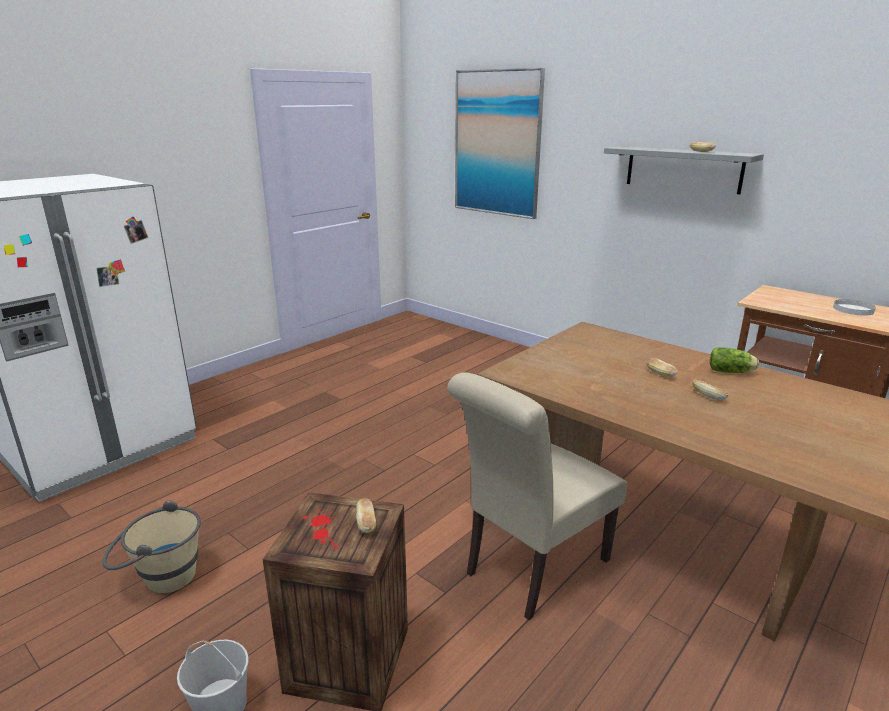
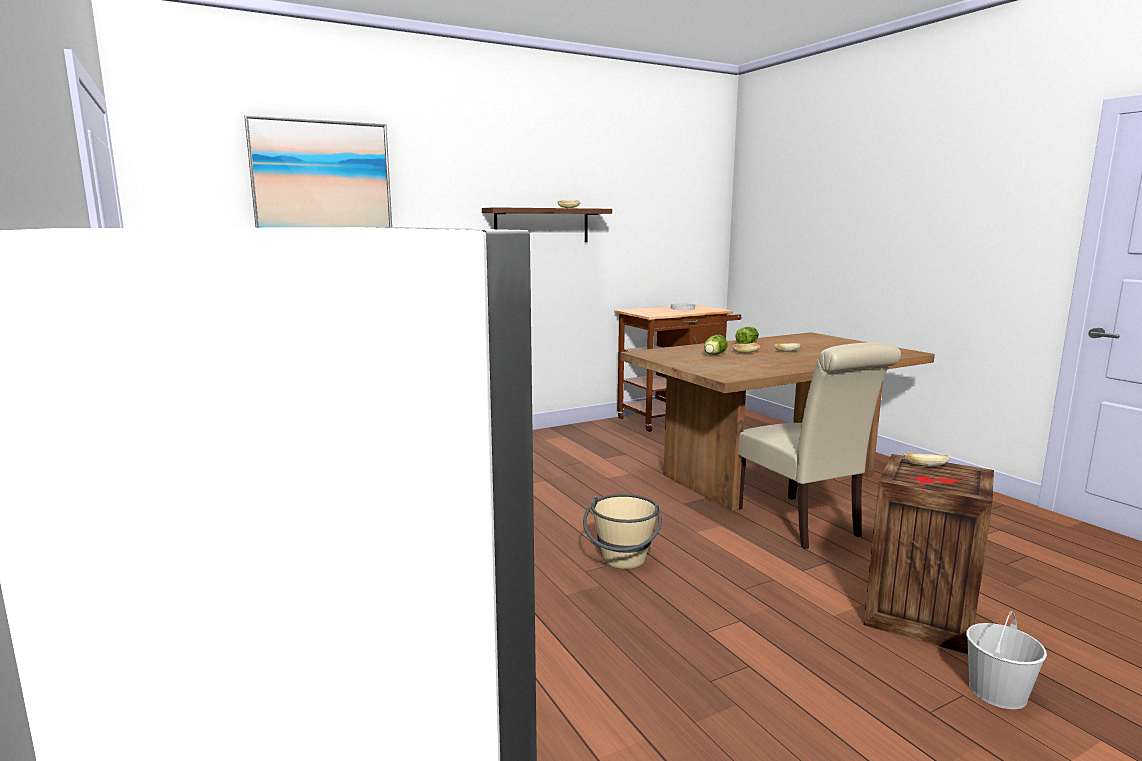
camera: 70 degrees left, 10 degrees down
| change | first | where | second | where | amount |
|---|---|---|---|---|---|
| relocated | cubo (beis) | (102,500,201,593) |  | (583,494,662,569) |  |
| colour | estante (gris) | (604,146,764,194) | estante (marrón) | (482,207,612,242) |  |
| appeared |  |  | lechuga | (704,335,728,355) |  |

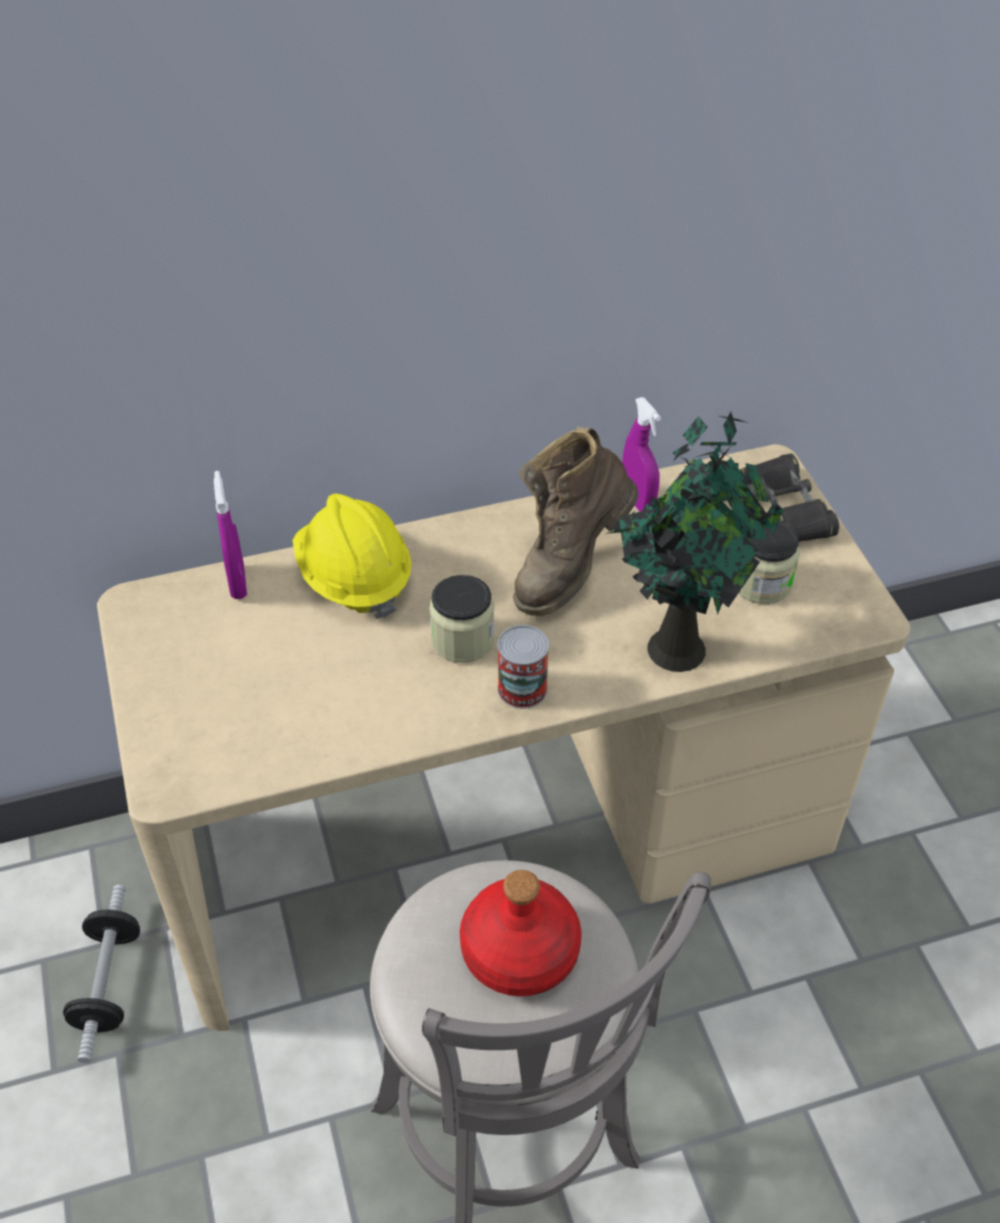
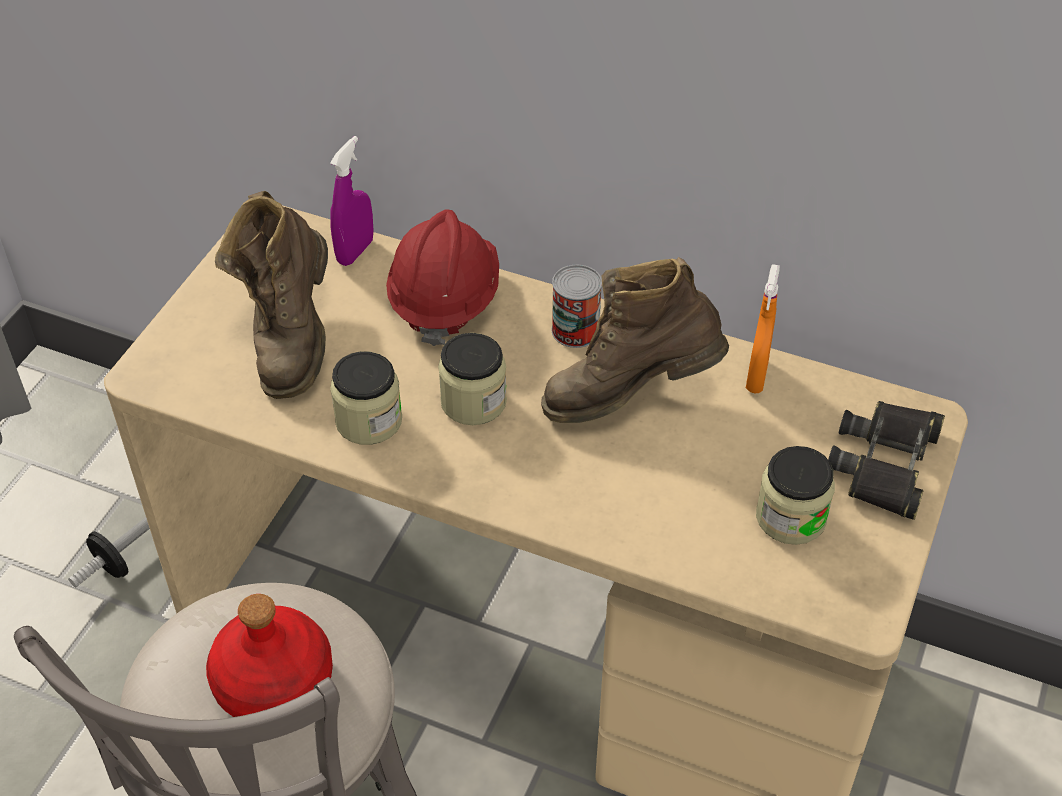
camera: 40 degrees right, 0 degrees up
| change | first | where | second | where | amount |
|---|---|---|---|---|---|
| colour | casco (amarillo) | (293,493,411,619) | casco (rojo) | (386,209,499,346) |  |
| relocated | lata | (498,625,549,709) |  | (552,265,602,348) |  |
| missing | planta en maceta | (605,412,784,672) |  |  |  |
| colour | pulverizador (morado) | (622,397,661,512) | pulverizador (naranja) | (746,264,780,393) |  |
| appeared |  |  | bota (marrón) | (215,191,328,399) |  |
| appeared |  |  | tarro | (330,351,402,445) |  |

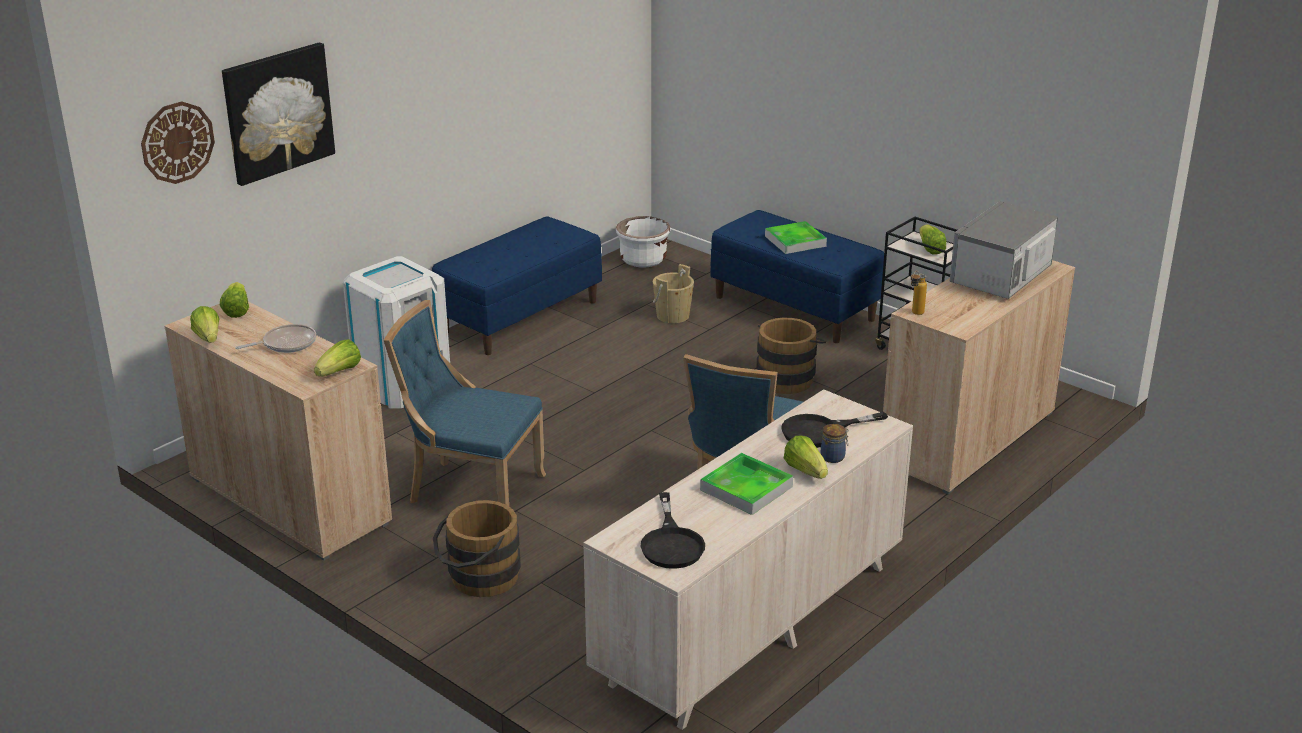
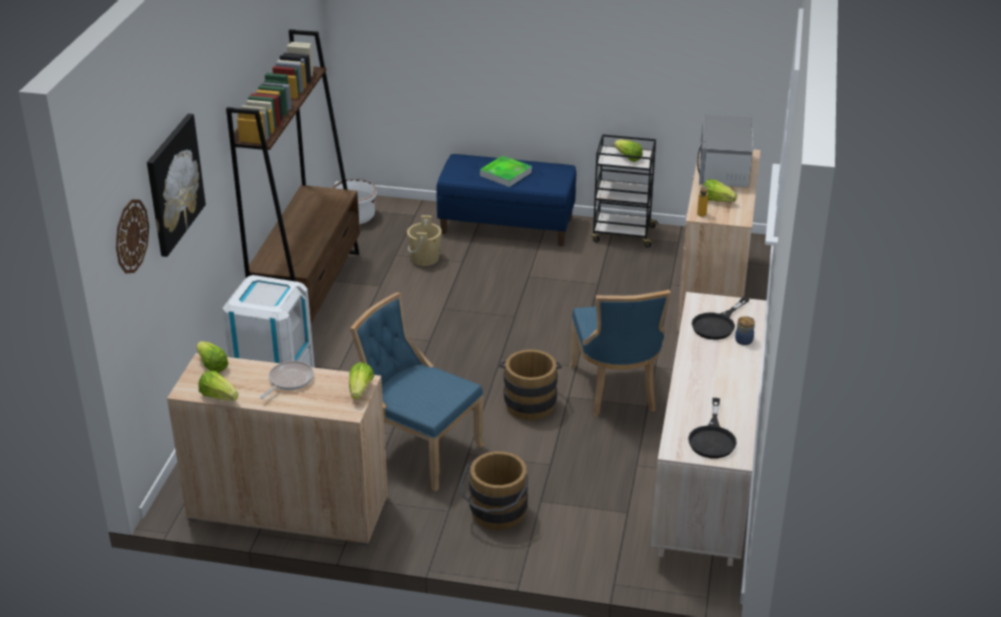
camera: 30 degrees left, 5 degrees up
| change | first | where | second | where | amount |
|---|---|---|---|---|---|
| spun | silla (azul) | (384,300,546,506) |  | (350,292,484,491) | 45 degrees clockwise |
| exchanged | banco (azul) | (432,216,602,355) | estantería (marrón) | (226,29,360,323) |  |
| spun | sartén (negro) | (640,492,705,569) |  | (688,398,737,458) | 45 degrees clockwise |
| missing | bandeja | (700,453,793,515) |  |  |  |
| relocated | cubo (marrón) | (756,318,826,394) |  | (499,349,562,420) |  |
| relocated | lechuga | (784,436,828,479) |  | (703,179,737,202) |  |

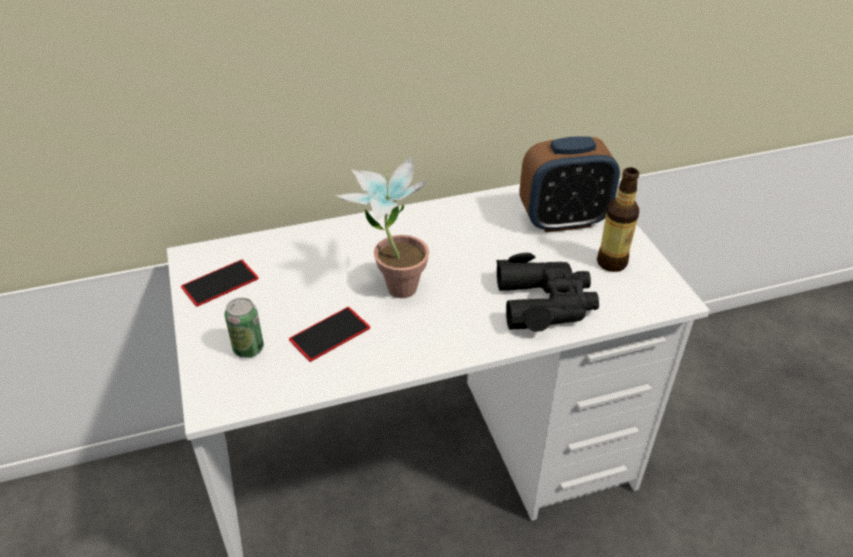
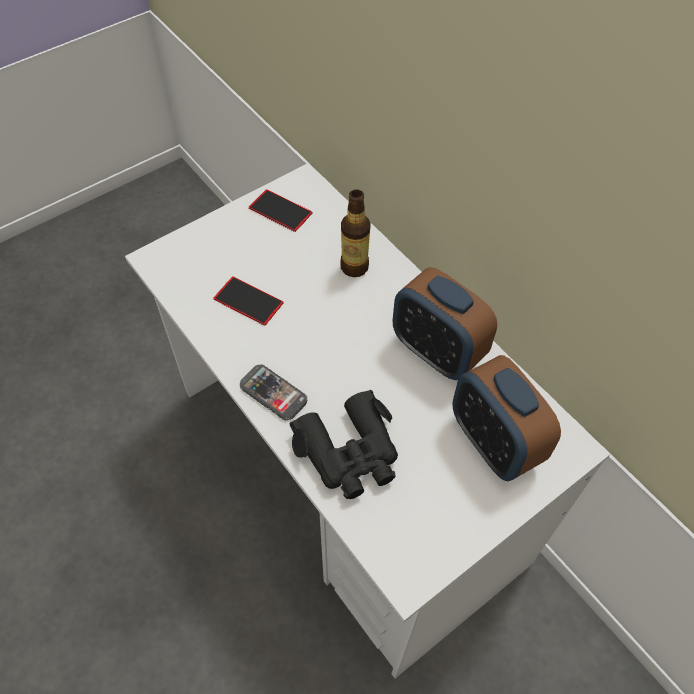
camera: 70 degrees right, 15 degrees up
| change | first | where | second | where | amount |
|---|---|---|---|---|---|
| missing | lata | (225,298,264,358) |  |  |  |
| missing | planta en maceta | (335,155,430,298) |  |  |  |
| relocated | botella | (597,167,639,272) |  | (340,189,371,277) |  |
| appeared |  |  | móvil | (240,364,307,420) |  |
| appeared |  |  | despertador | (393,267,497,380) |  |

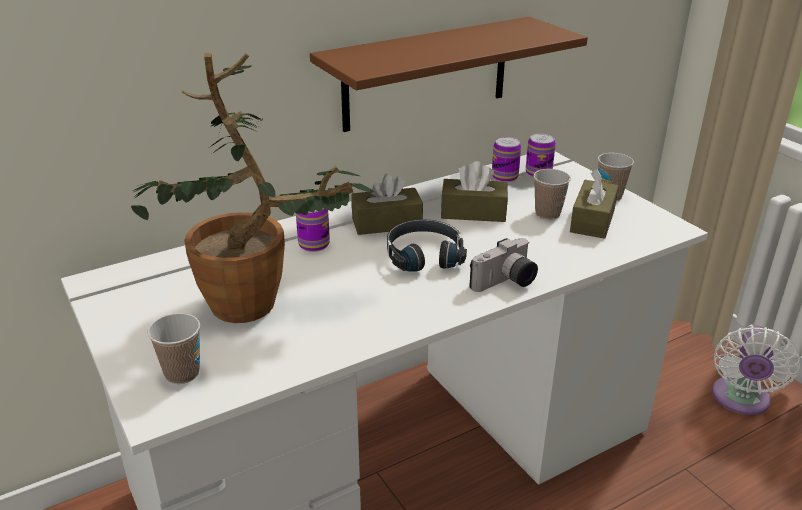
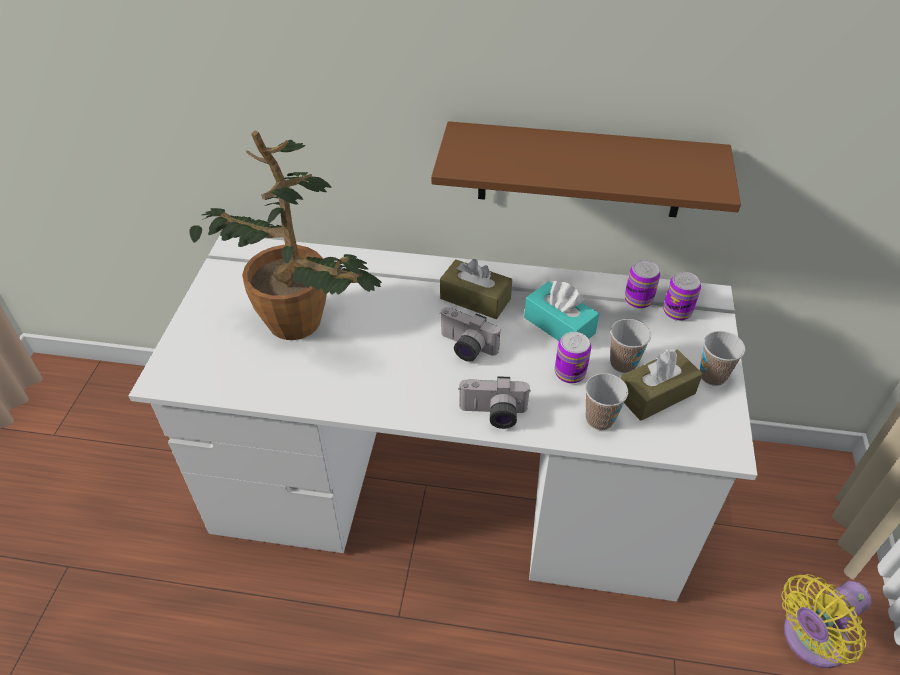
camera: 40 degrees right, 15 degrees up
| change | first | where | second | where | amount |
|---|---|---|---|---|---|
| relocated | taza | (148,313,200,384) |  | (585,373,628,430) |  |
| relocated | lata | (296,209,330,252) |  | (555,332,591,384) |  |
| exchanged | auriculares (negro) | (387,219,467,272) | cámara | (440,307,500,362) |  |
| colour | caja de pañuelos (marrón) | (441,161,508,222) | caja de pañuelos (turquesa) | (524,280,599,341) |  |
| colour | ventilador (blanco) | (712,325,800,415) | ventilador (amarillo) | (781,574,871,668) |  |

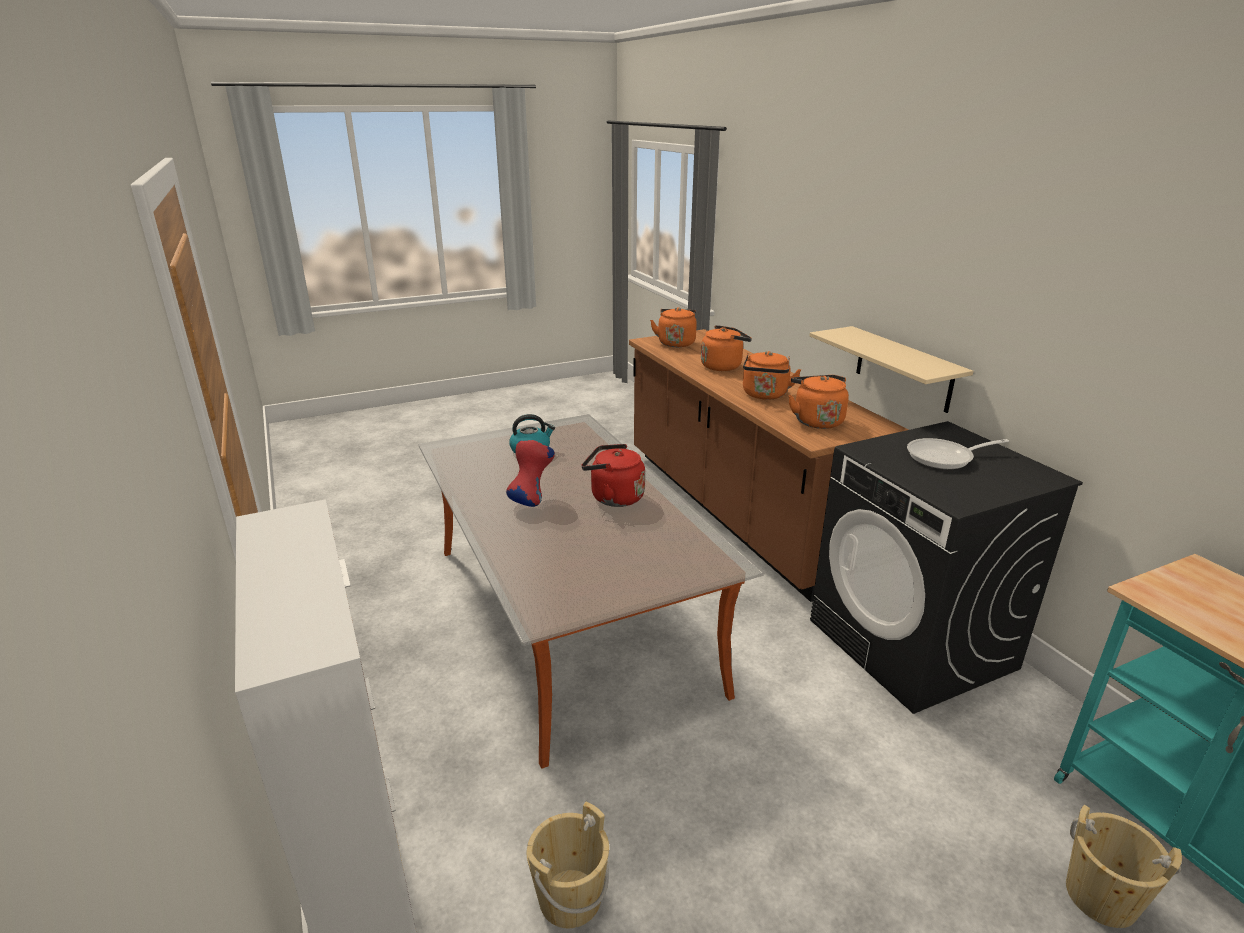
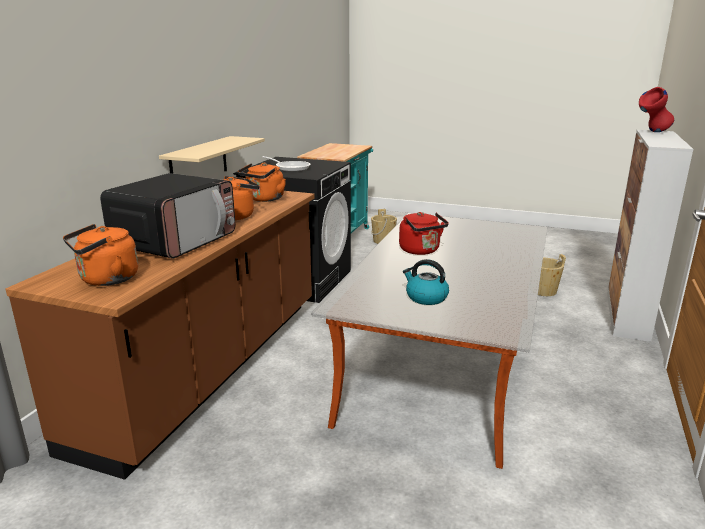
camera: 135 degrees left, 5 degrees down
| change | first | where | second | where | amount |
|---|---|---|---|---|---|
| relocated | florero (rojo) | (506,440,555,507) |  | (639,87,674,132) |  |
| exchanged | hervidor (naranja) | (701,325,752,371) | microondas | (100,173,236,259) |  |

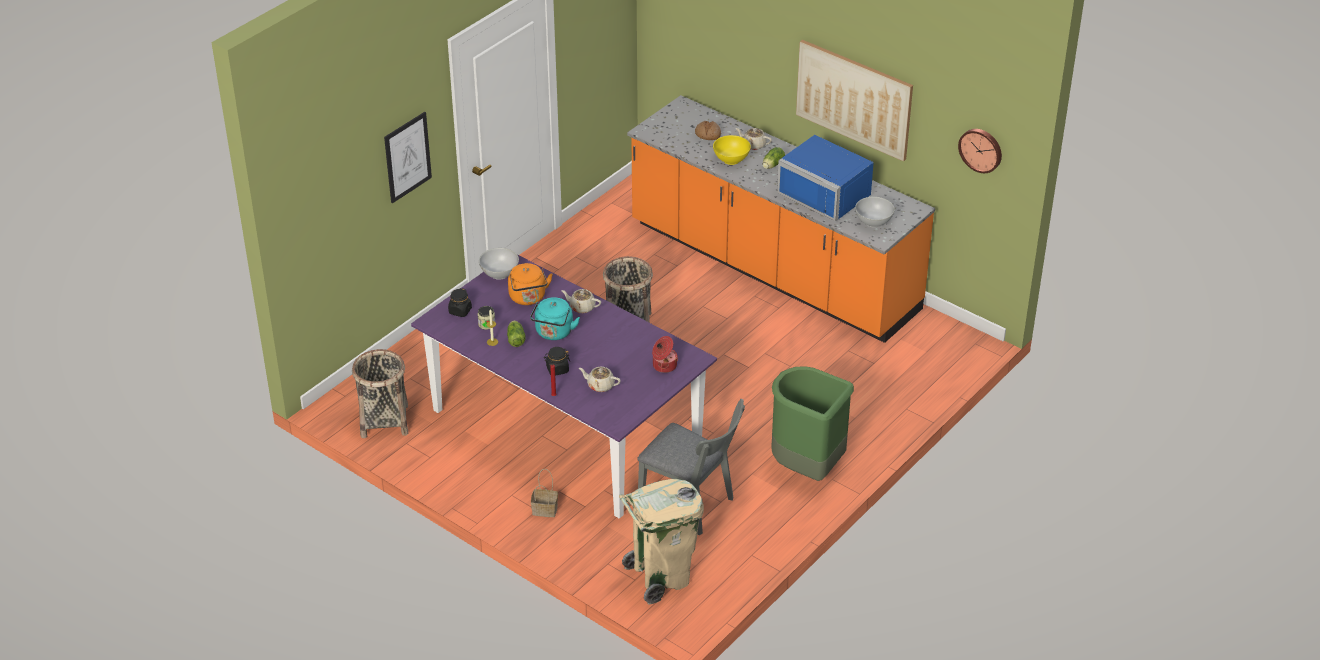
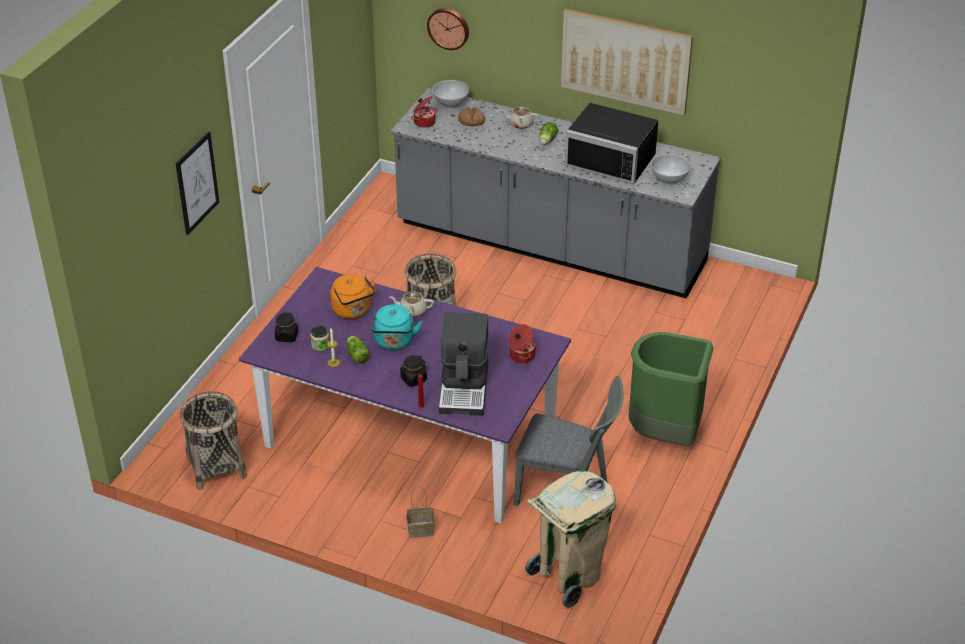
camera: 15 degrees left, 0 degrees up
| change | first | where | second | where | amount |
|---|---|---|---|---|---|
| relocated | cuenco (blanco) | (479,248,519,280) |  | (432,80,469,108) |  |
| exchanged | tetera (beis) | (579,367,621,392) | cafetera | (439,312,489,416) |  |
| colour | mueble bajo de cocina (naranja) | (627,95,935,343) | mueble bajo de cocina (gris) | (391,88,721,299) |  |
| missing | cuenco (amarillo) | (713,135,751,165) |  |  |  |
| colour | microondas (azul) | (777,135,874,222) | microondas (negro) | (565,103,658,184) |  |
| relocated | reloj de pared | (958,129,1002,173) |  | (427,8,469,50) |  |
| appeared |  |  | olla | (411,96,438,128) |  |

